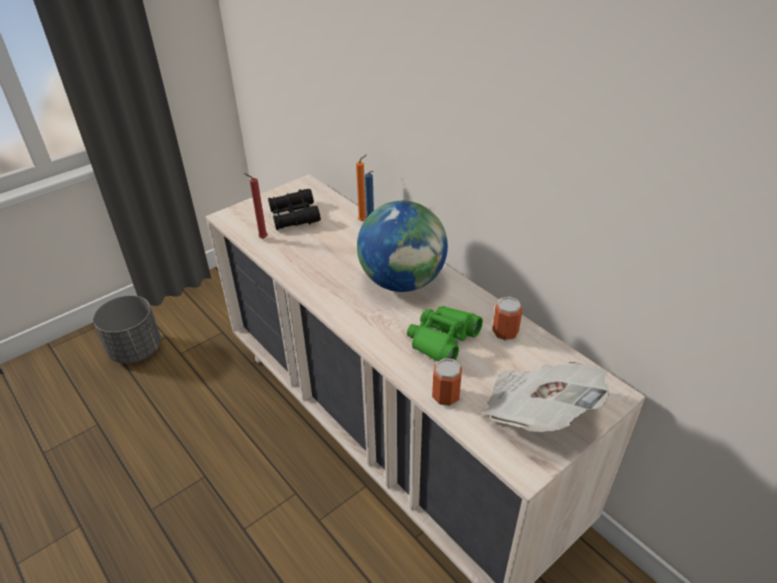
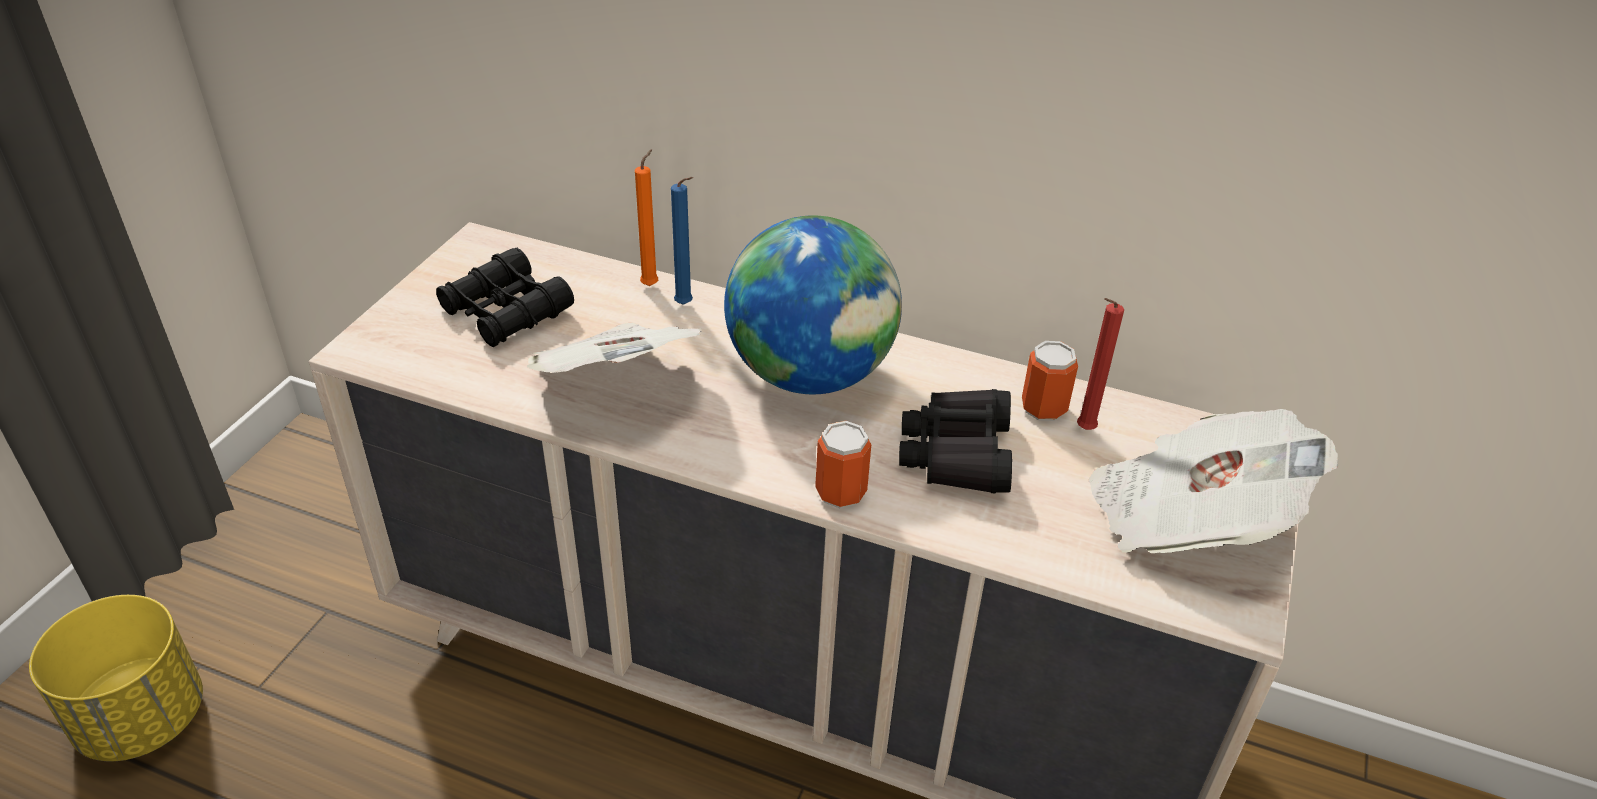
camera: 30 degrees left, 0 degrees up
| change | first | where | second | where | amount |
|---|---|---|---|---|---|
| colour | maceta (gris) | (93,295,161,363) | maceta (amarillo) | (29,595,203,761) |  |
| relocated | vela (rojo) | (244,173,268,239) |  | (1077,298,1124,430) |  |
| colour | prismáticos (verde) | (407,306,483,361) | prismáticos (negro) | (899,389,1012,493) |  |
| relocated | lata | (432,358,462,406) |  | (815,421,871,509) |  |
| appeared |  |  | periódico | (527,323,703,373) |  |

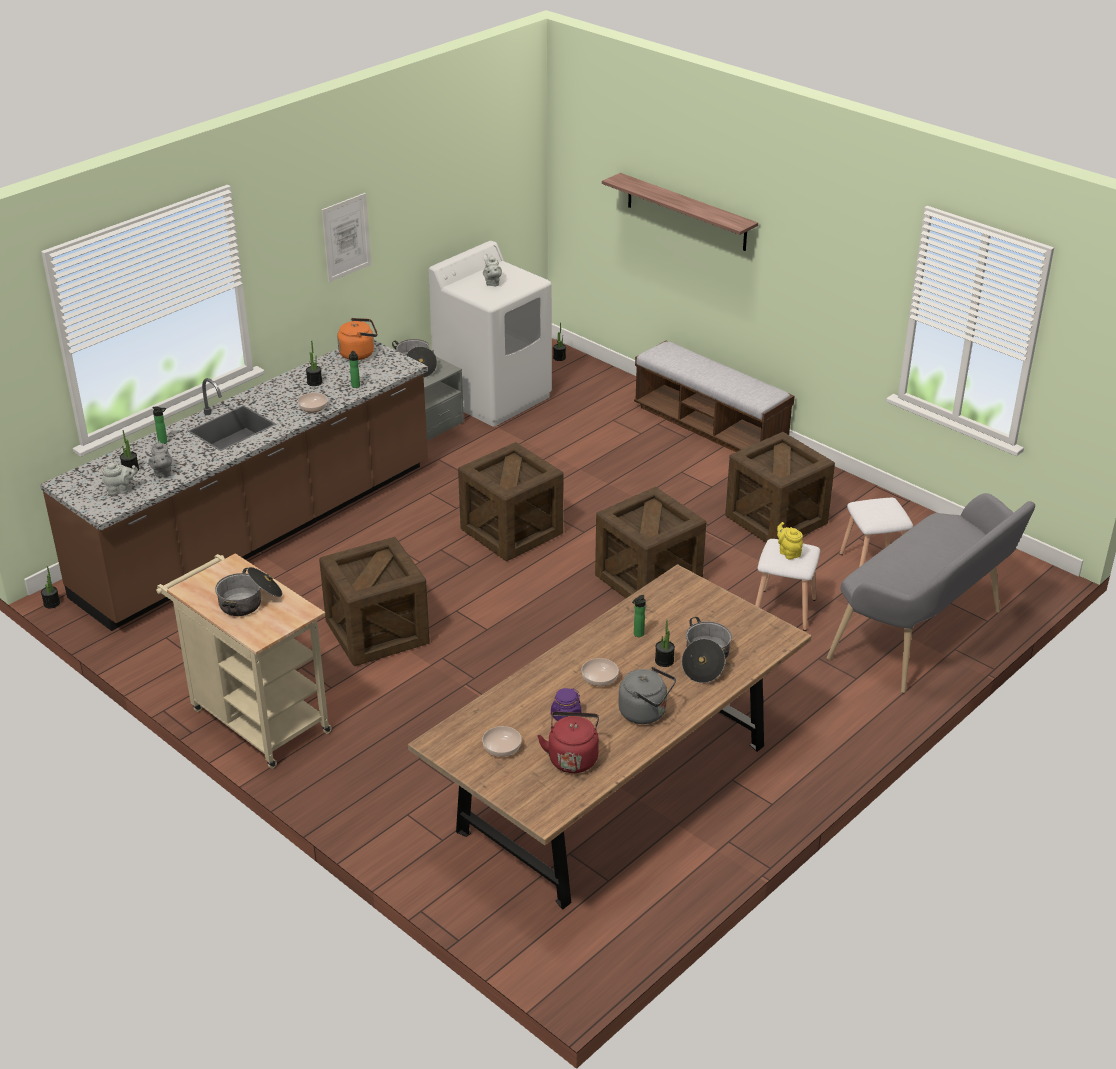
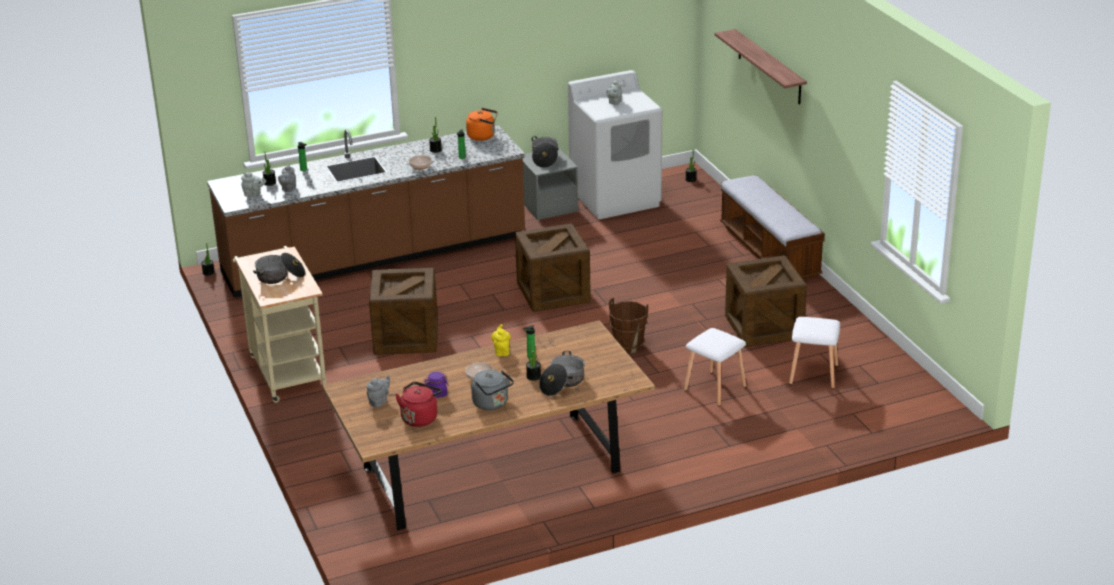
camera: 25 degrees right, 5 degrees down
| change | first | where | second | where | amount |
|---|---|---|---|---|---|
| missing | cuadro | (322,193,371,282) |  |  |  |
| exchanged | cuenco | (482,726,522,757) | tetera (gris) | (366,375,390,408) |  |
| exchanged | caja de embalaje | (595,487,706,598) | cubo (marrón) | (609,298,648,354) |  |
| relocated | tetera (amarillo) | (777,522,803,559) |  | (491,324,511,356) |  |
| missing | banco (gris) | (827,493,1035,693) |  |  |  |

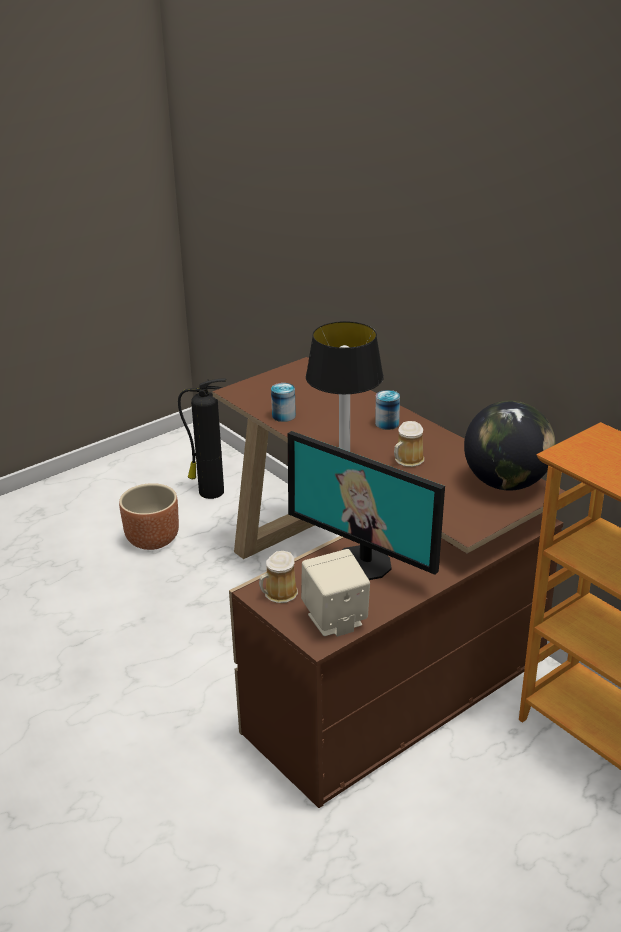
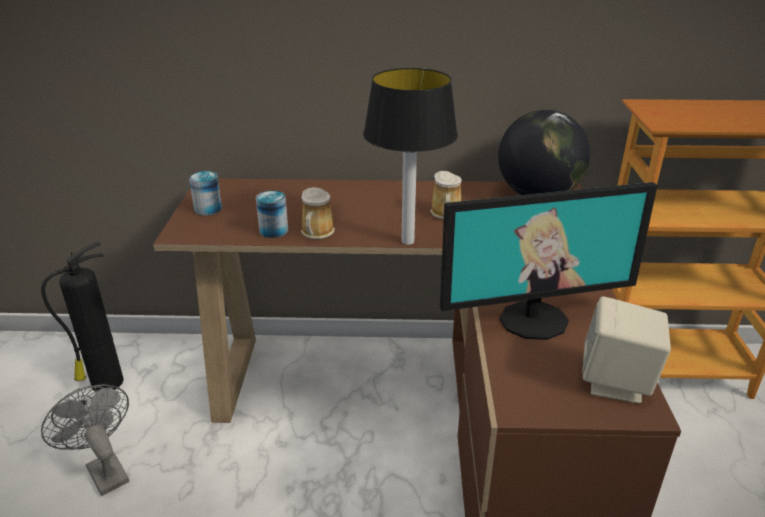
camera: 50 degrees left, 0 degrees up
| change | first | where | second | where | amount |
|---|---|---|---|---|---|
| exchanged | maceta (marrón) | (119,483,179,550) | ventilador (gris) | (41,384,129,496) |  |
| relocated | taza grande | (259,551,298,603) |  | (301,187,335,239) |  |
| relocated | lata | (375,390,400,430) |  | (189,171,222,216) |  |

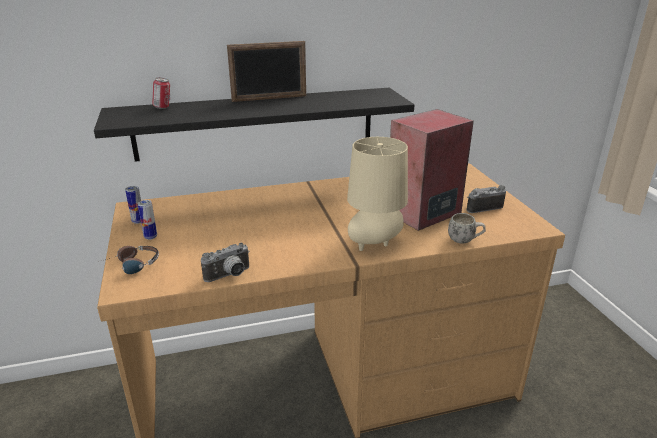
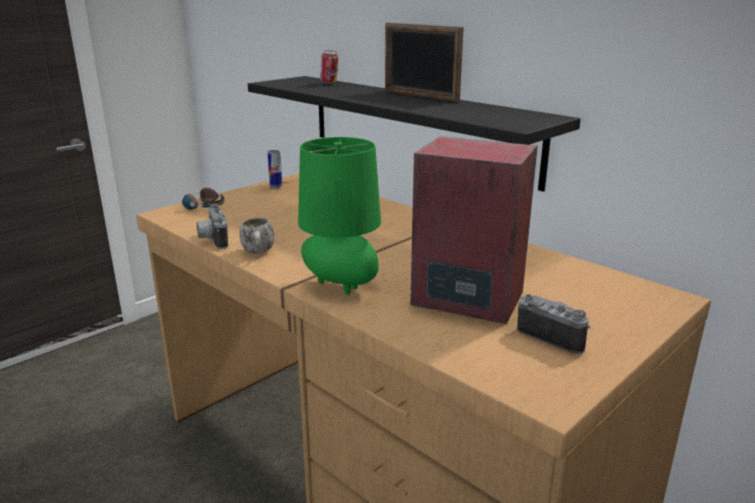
camera: 60 degrees right, 5 degrees down
| change | first | where | second | where | amount |
|---|---|---|---|---|---|
| missing | lata | (138,200,157,240) |  |  |  |
| spun | cámara | (201,243,250,282) |  | (197,203,228,249) | 45 degrees clockwise |
| colour | lámpara de mesa (beis) | (347,137,408,251) | lámpara de mesa (verde) | (298,137,381,295) |  |
| relocated | taza grande (blanco) | (448,213,486,243) |  | (239,217,274,254) |  |

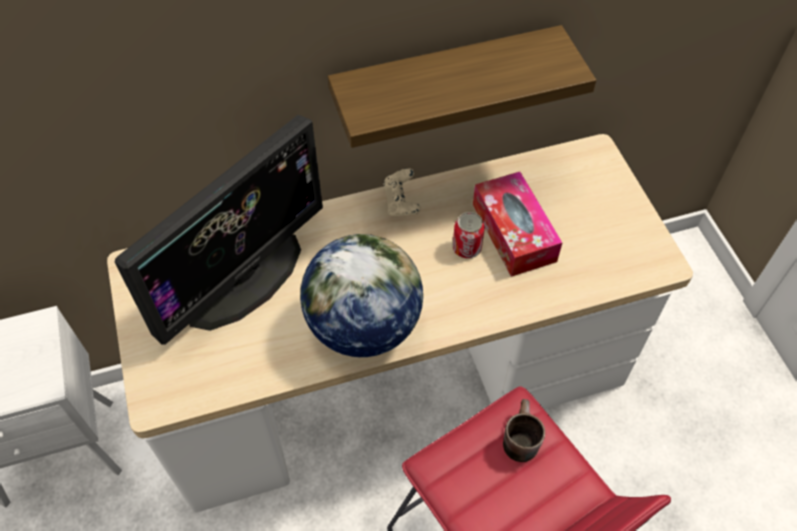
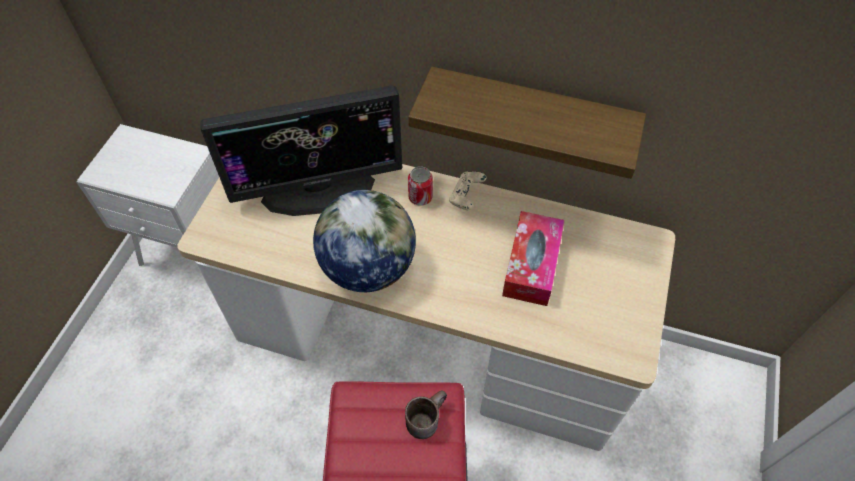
camera: 35 degrees right, 0 degrees up
| change | first | where | second | where | amount |
|---|---|---|---|---|---|
| relocated | lata | (453,212,485,258) |  | (408,166,433,206) |  |

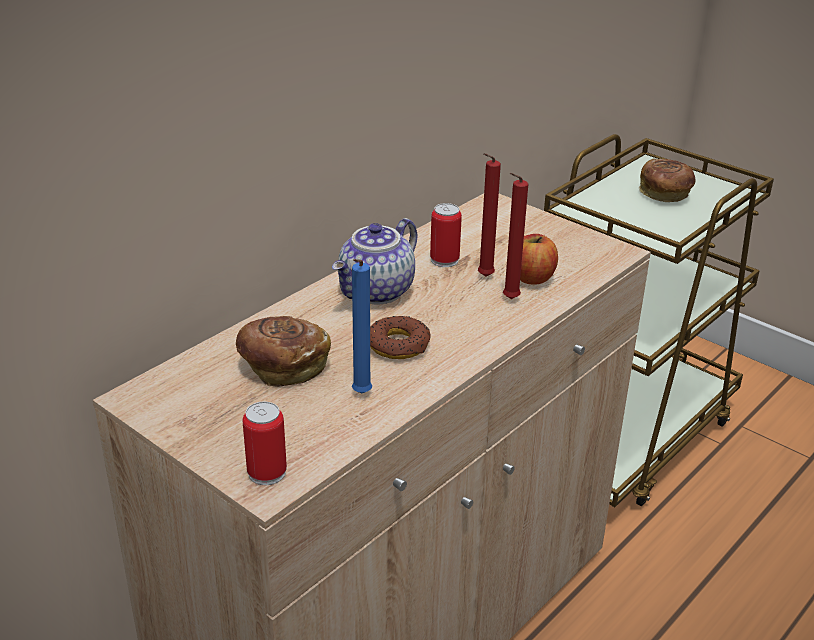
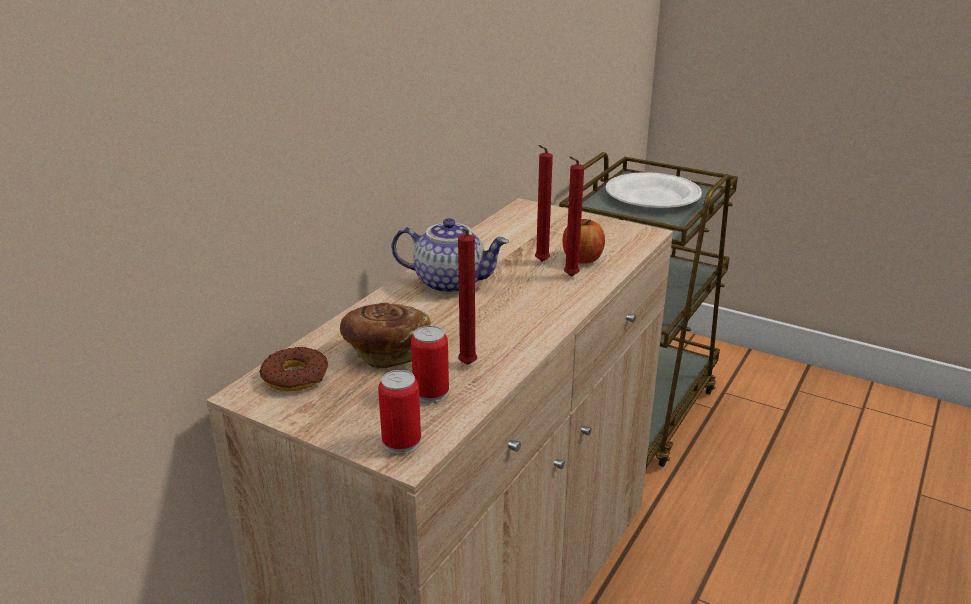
camera: 10 degrees left, 5 degrees down
| change | first | where | second | where | amount |
|---|---|---|---|---|---|
| spun | tetera | (332,218,417,305) |  | (392,218,509,294) | 105 degrees counterclockwise |
| colour | vela (azul) | (352,259,372,393) | vela (rojo) | (458,228,477,365) |  |
| relocated | rosquilla | (370,316,430,359) |  | (259,347,328,391) |  |
| relocated | lata | (430,203,462,267) |  | (411,326,449,403) |  |
| exchanged | pan | (639,158,696,202) | plato (blanco) | (606,172,702,208) |  |

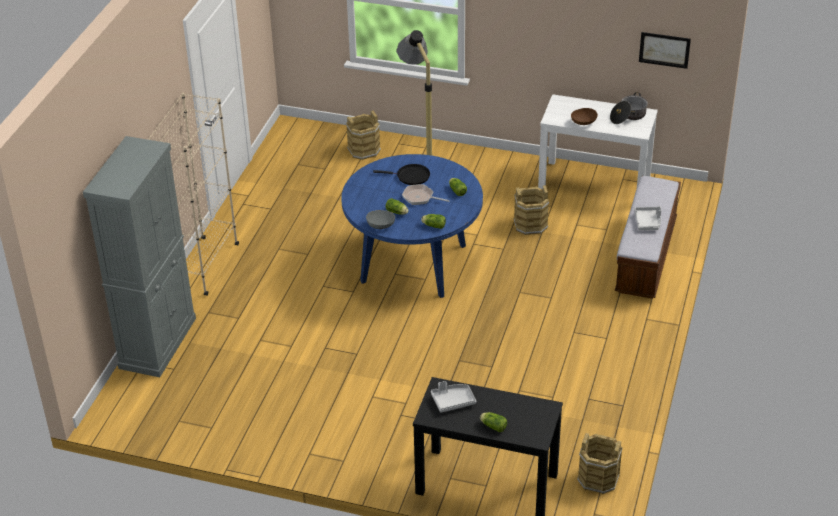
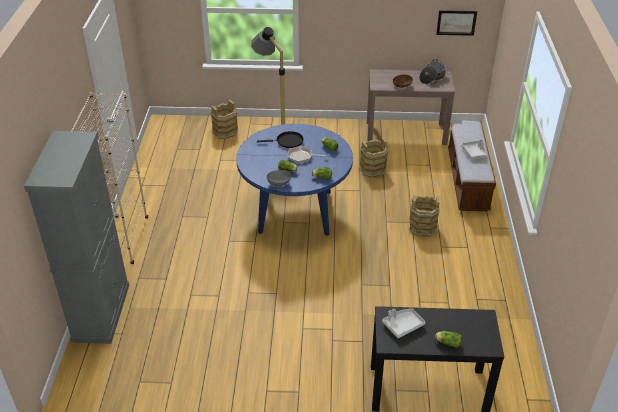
camera: 15 degrees left, 0 degrees up
| change | first | where | second | where | amount |
|---|---|---|---|---|---|
| colour | mesa consola (blanco) | (538,94,658,189) | mesa consola (marrón) | (367,69,455,145) |  |
| relocated | cubo (marrón) | (577,433,622,494) |  | (409,195,440,236) |  |

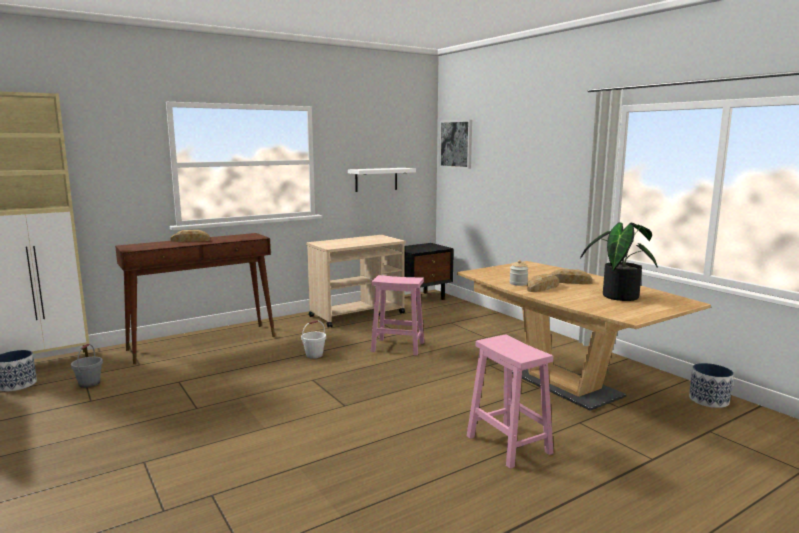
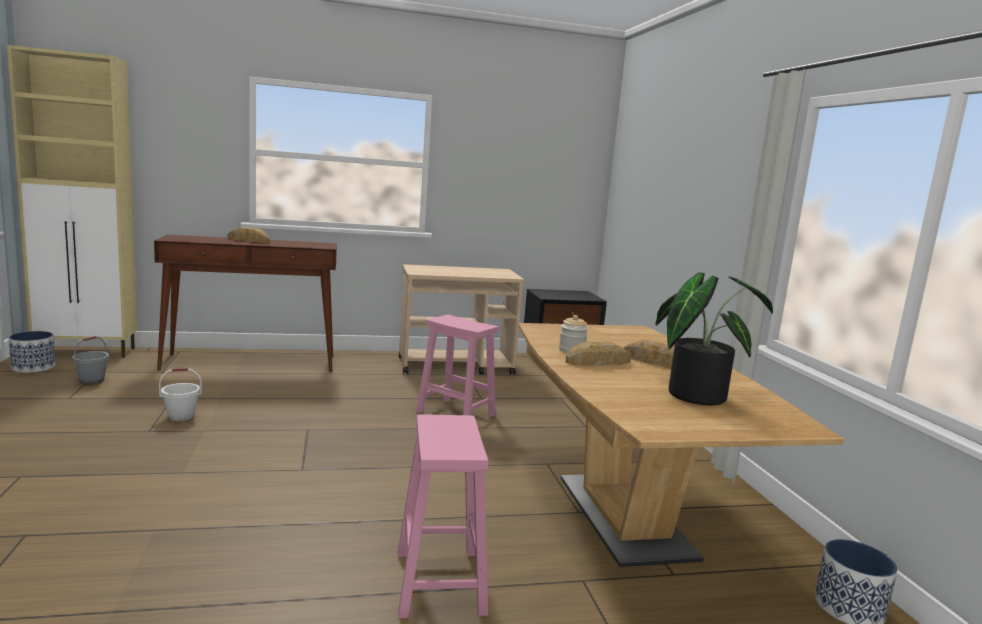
camera: 20 degrees right, 0 degrees up
| change | first | where | second | where | amount |
|---|---|---|---|---|---|
| relocated | cubo (blanco) | (301,320,326,358) |  | (159,368,202,421) |  |
| missing | estante (blanco) | (348,168,416,192) |  |  |  |
| missing | cuadro | (439,120,472,169) |  |  |  |

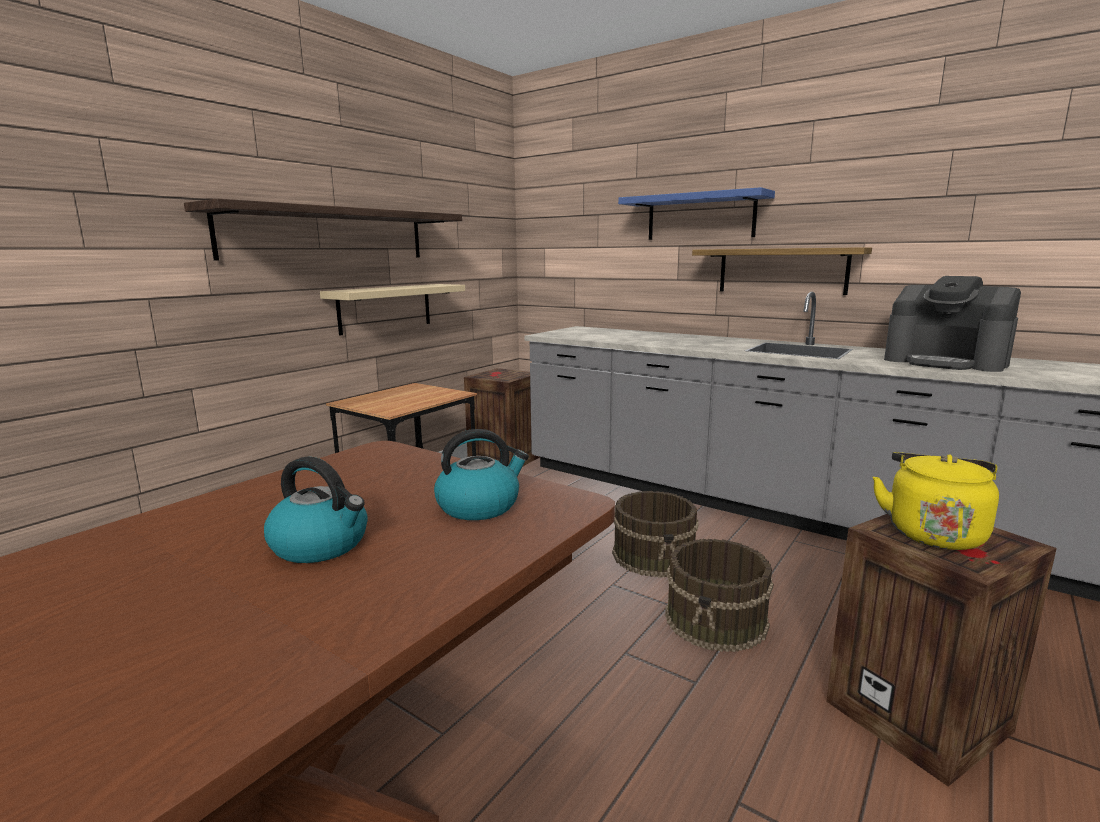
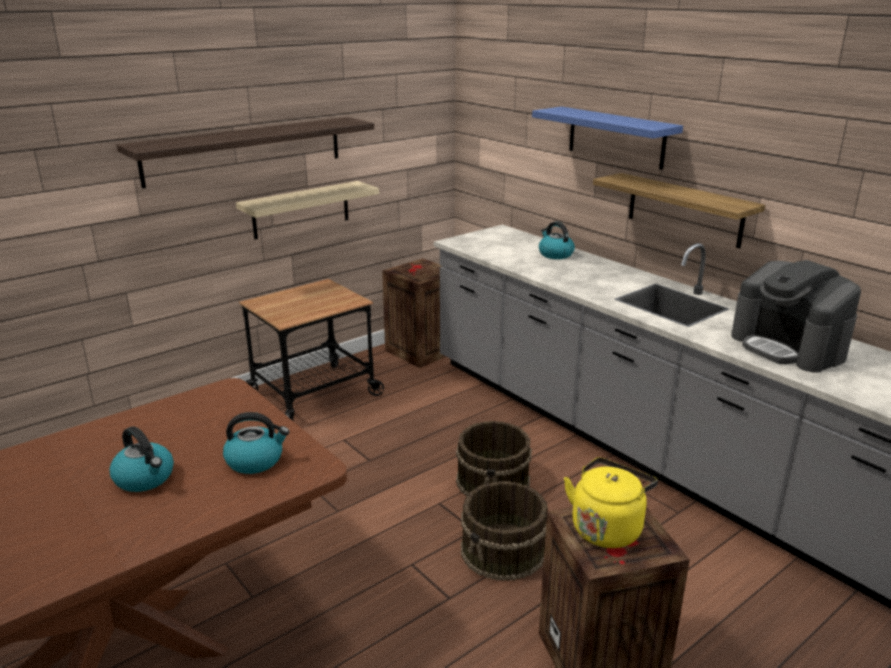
camera: 15 degrees right, 10 degrees up
| change | first | where | second | where | amount |
|---|---|---|---|---|---|
| appeared |  |  | hervidor | (539,221,575,259) |  |

